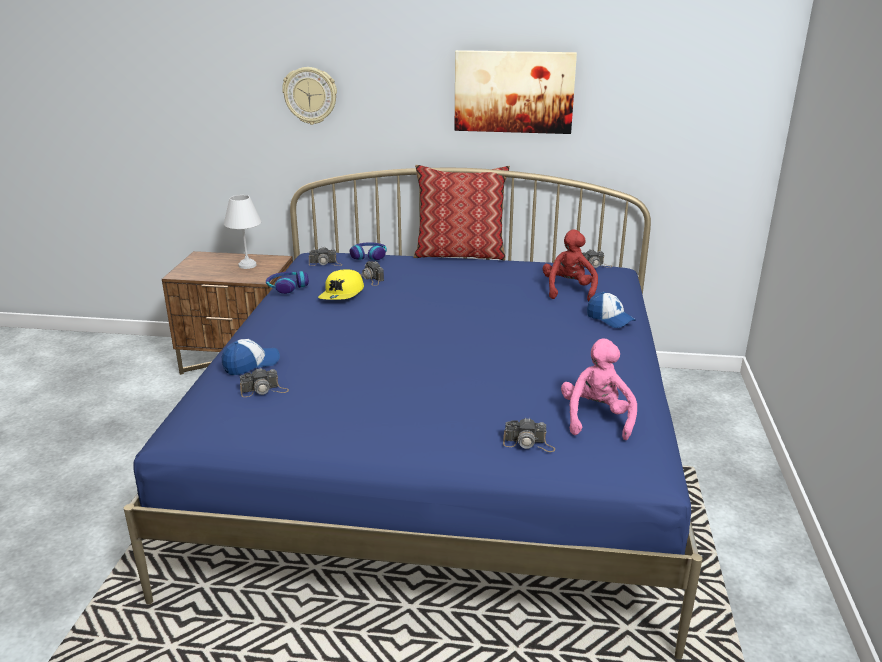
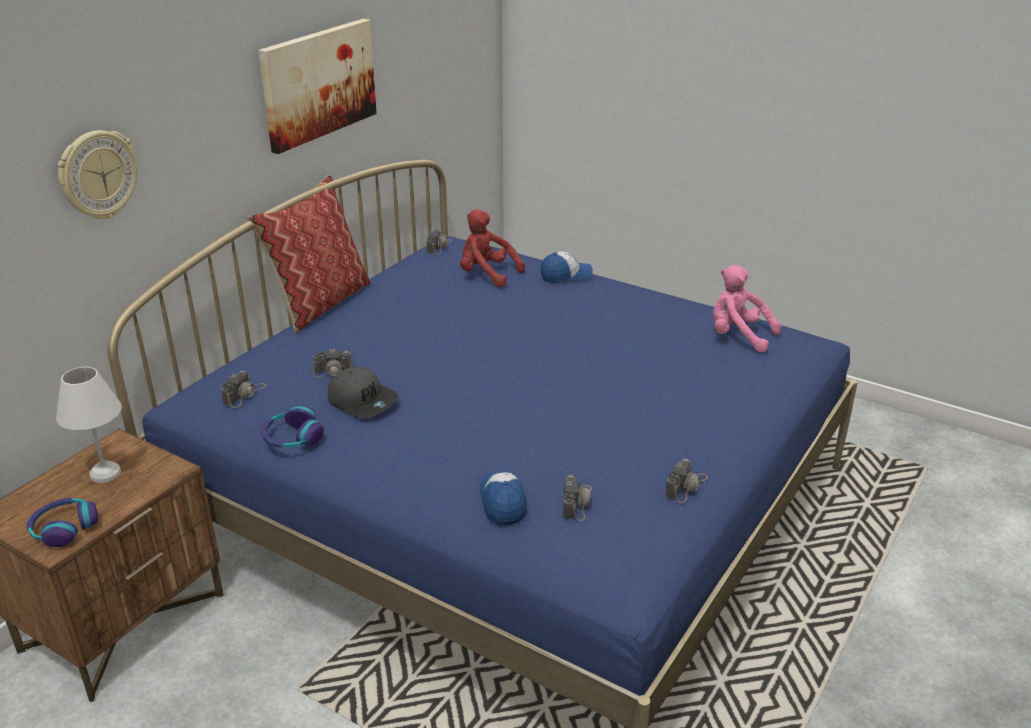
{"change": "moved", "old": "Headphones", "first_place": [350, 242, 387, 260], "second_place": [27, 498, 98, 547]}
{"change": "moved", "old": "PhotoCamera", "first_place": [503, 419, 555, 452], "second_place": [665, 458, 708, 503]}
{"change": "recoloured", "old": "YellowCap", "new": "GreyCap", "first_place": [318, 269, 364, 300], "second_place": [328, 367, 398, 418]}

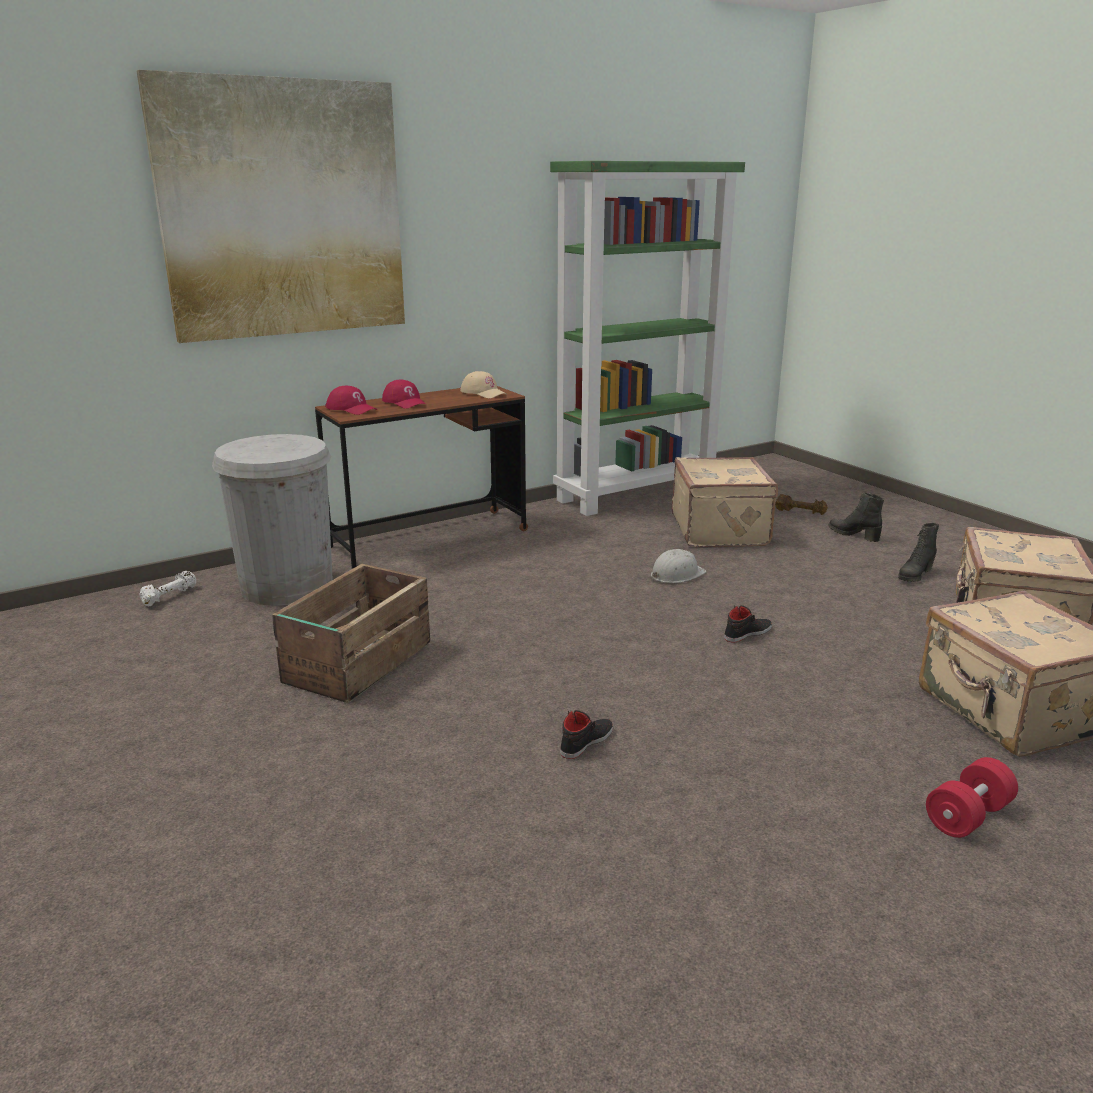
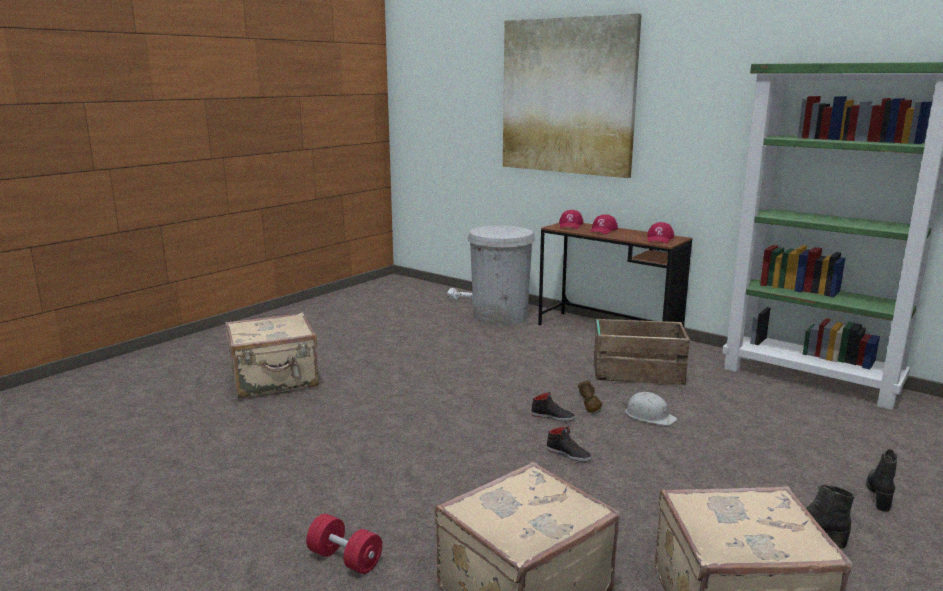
{"change": "moved", "old": "Crate", "first_place": [272, 564, 430, 703], "second_place": [594, 319, 690, 385]}
{"change": "moved", "old": "BlackShoe", "first_place": [560, 710, 614, 759], "second_place": [531, 392, 575, 421]}
{"change": "moved", "old": "BeigeSuitcase", "first_place": [672, 457, 778, 548], "second_place": [225, 312, 319, 399]}
{"change": "moved", "old": "BrownDumbbell", "first_place": [775, 494, 828, 515], "second_place": [578, 380, 602, 412]}
{"change": "recoloured", "old": "BeigeCap", "new": "RedCap", "first_place": [460, 371, 507, 398], "second_place": [647, 222, 674, 244]}

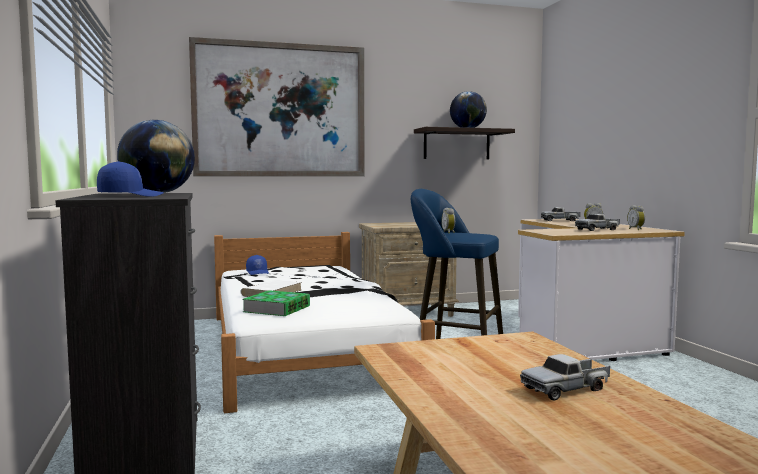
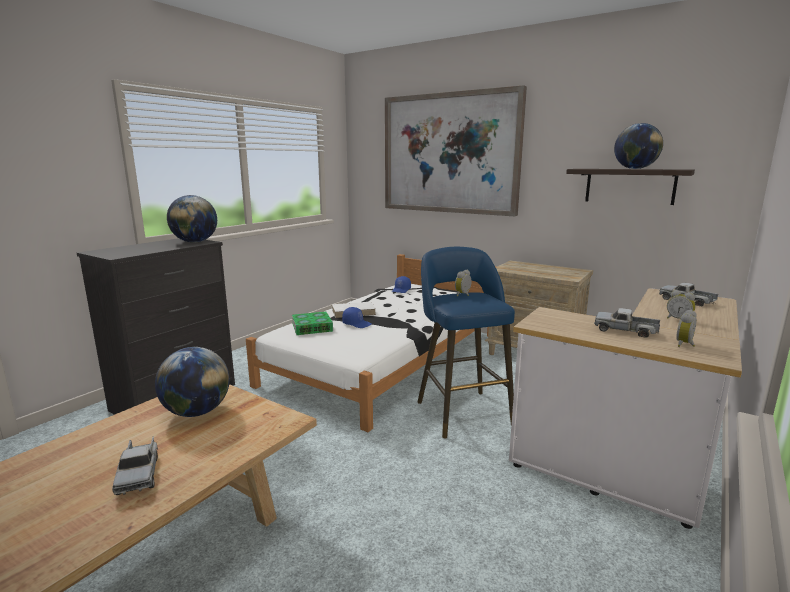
{"change": "added", "new": "Globe", "second_place": [155, 347, 230, 417]}
{"change": "moved", "old": "BlueCap", "first_place": [97, 161, 163, 197], "second_place": [342, 307, 372, 328]}
{"change": "turned", "old": "ToyTruck", "first_place": [520, 354, 610, 401], "second_place": [112, 436, 158, 495], "degrees": -135}

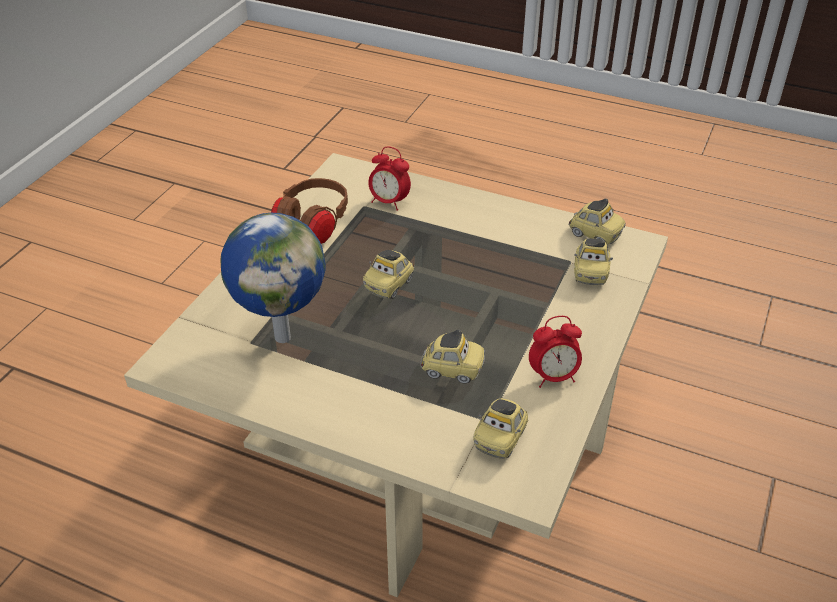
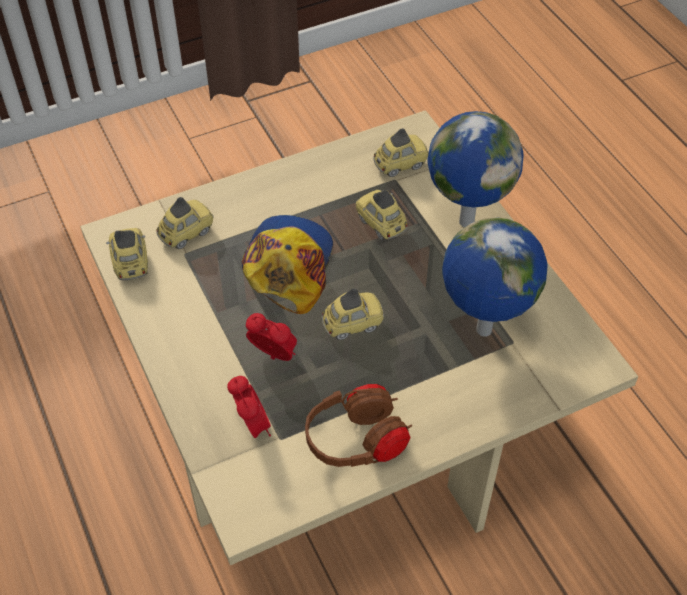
{"change": "added", "new": "Cap", "second_place": [241, 215, 333, 314]}
{"change": "added", "new": "Globe", "second_place": [428, 111, 524, 227]}
{"change": "moved", "old": "AlarmClock", "first_place": [529, 316, 582, 388], "second_place": [246, 313, 297, 361]}

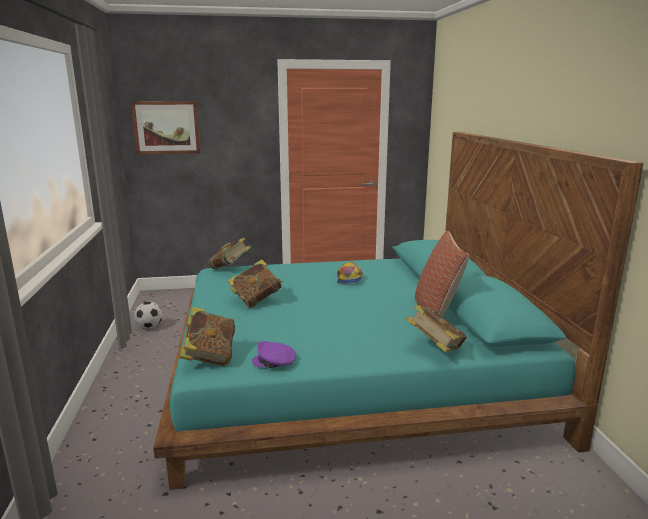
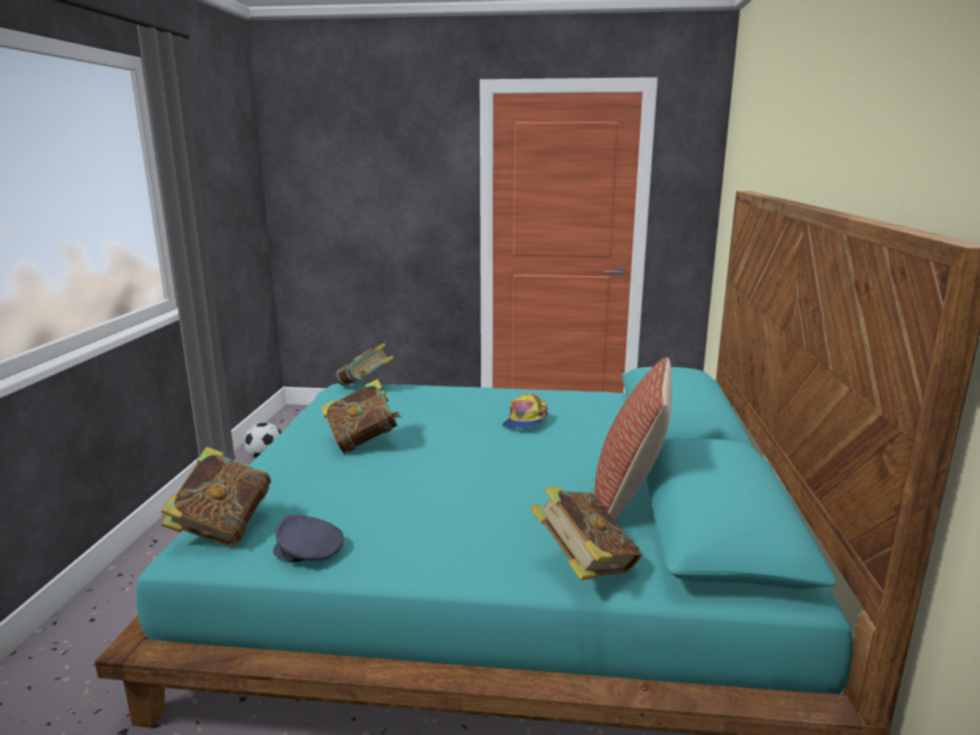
{"change": "removed", "old": "Picture", "first_place": [131, 101, 201, 155]}
{"change": "recoloured", "old": "PurpleCap", "new": "GreyCap", "first_place": [252, 341, 296, 368], "second_place": [273, 515, 344, 562]}

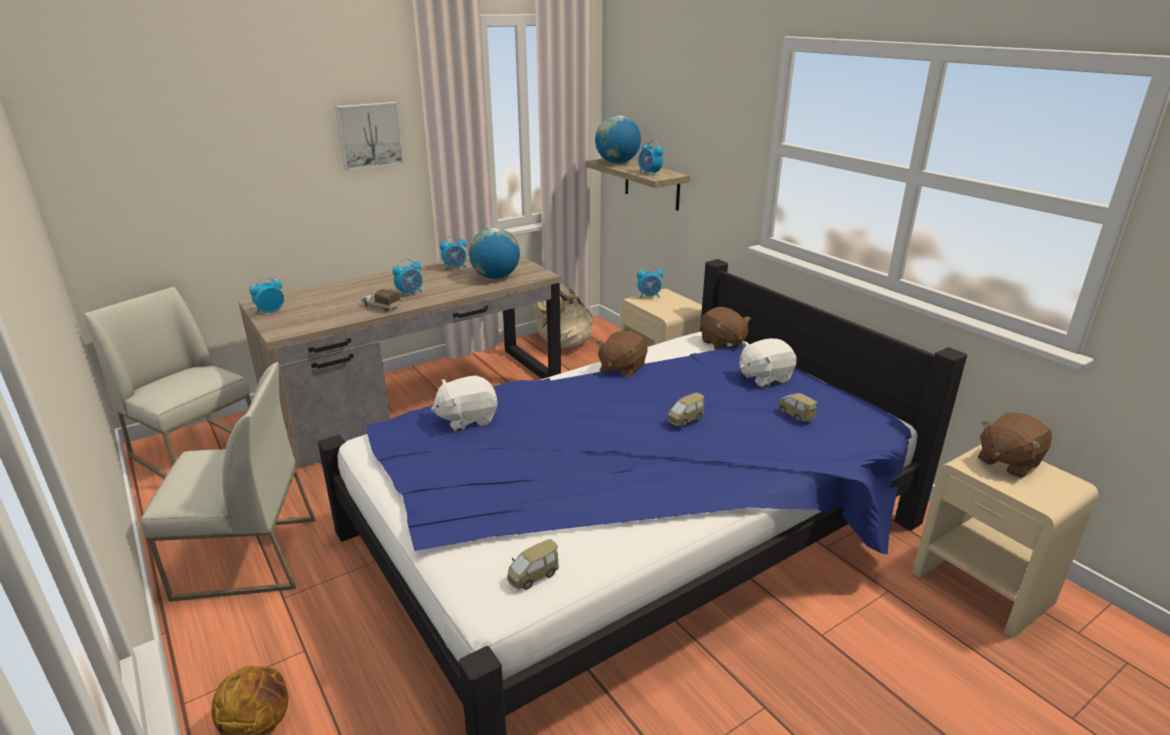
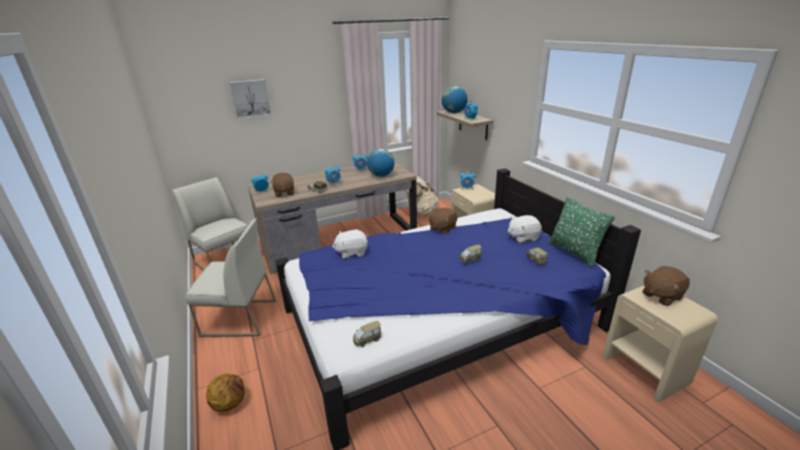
{"change": "added", "new": "GreenPillow", "second_place": [548, 197, 615, 267]}
{"change": "moved", "old": "Picture", "first_place": [335, 102, 404, 171], "second_place": [229, 79, 272, 119]}
{"change": "moved", "old": "BrownPlushToy", "first_place": [700, 307, 751, 350], "second_place": [271, 173, 294, 197]}

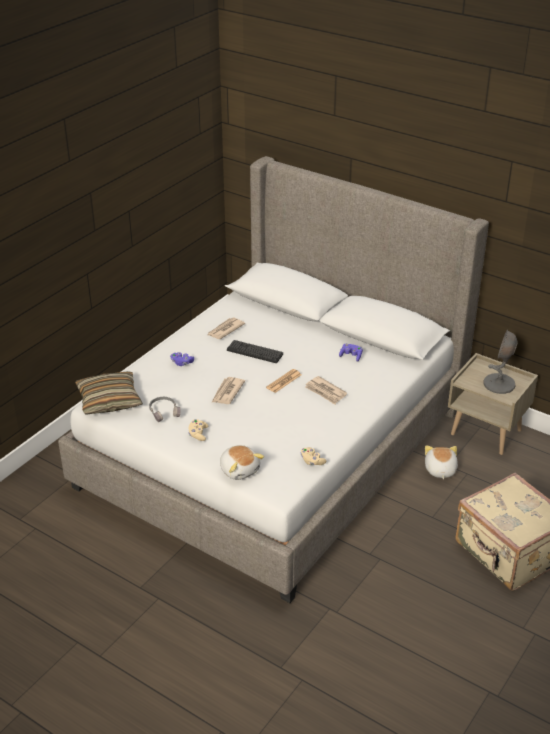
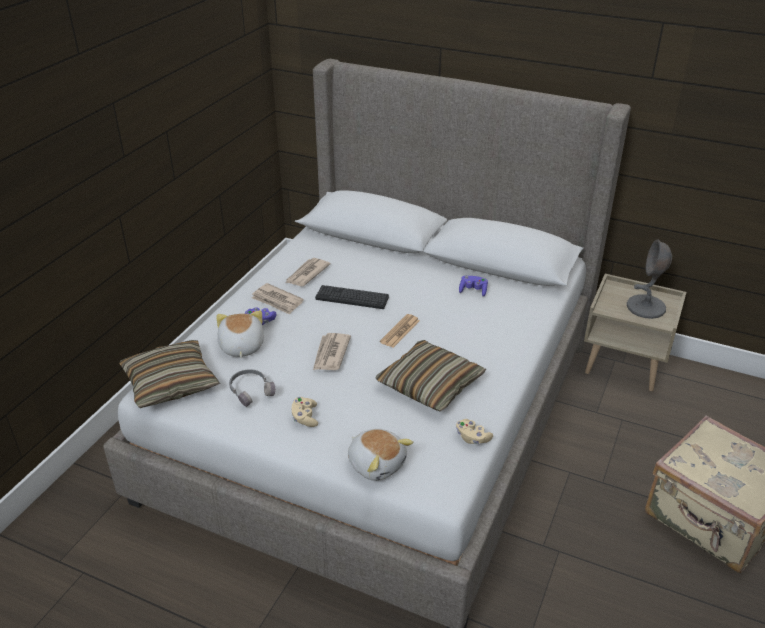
{"change": "added", "new": "Pillow", "second_place": [375, 340, 486, 412]}
{"change": "moved", "old": "Newspaper", "first_place": [305, 376, 347, 405], "second_place": [251, 283, 304, 315]}
{"change": "moved", "old": "PlushToy", "first_place": [425, 445, 458, 479], "second_place": [216, 310, 264, 358]}

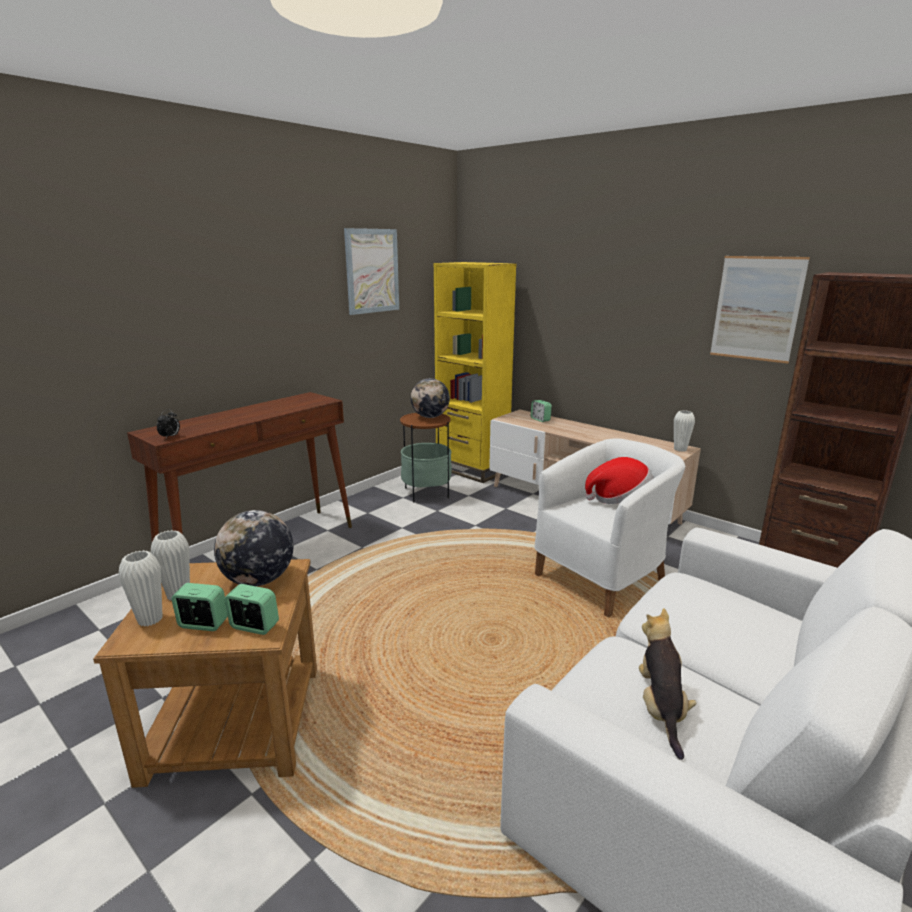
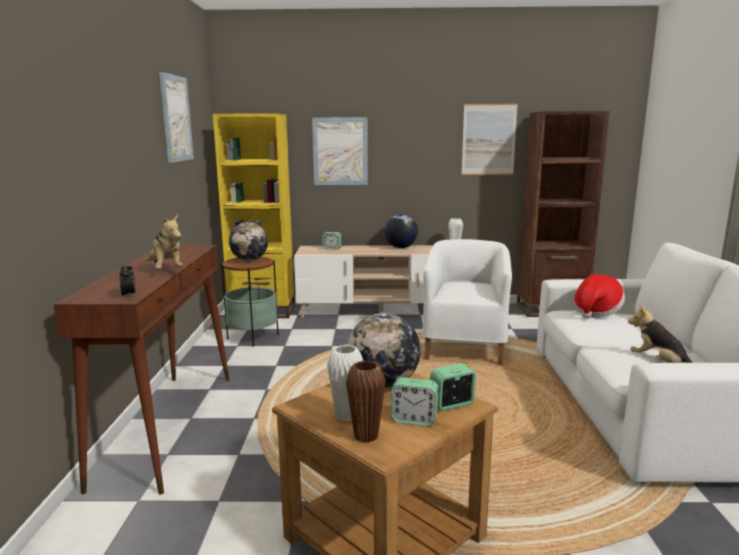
{"change": "added", "new": "PlushToy", "second_place": [144, 214, 183, 269]}
{"change": "added", "new": "Picture", "second_place": [312, 117, 368, 185]}
{"change": "added", "new": "Globe", "second_place": [385, 214, 418, 248]}
{"change": "moved", "old": "Hat", "first_place": [585, 457, 653, 504], "second_place": [574, 274, 625, 319]}
{"change": "recoloured", "old": "WhiteVase", "new": "BrownVase", "first_place": [118, 550, 162, 627], "second_place": [346, 361, 386, 443]}
{"change": "turned", "old": "AlarmClock", "first_place": [171, 583, 228, 631], "second_place": [391, 377, 438, 426], "degrees": -135}

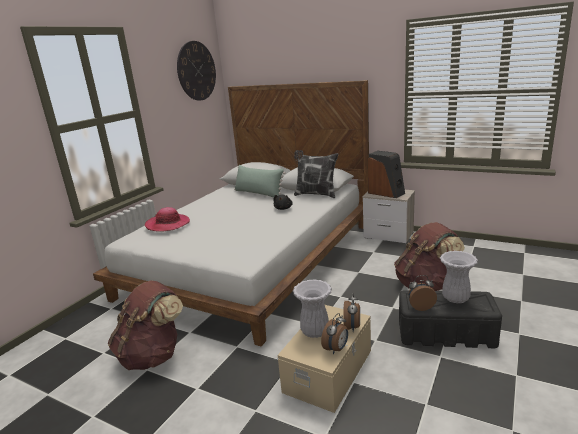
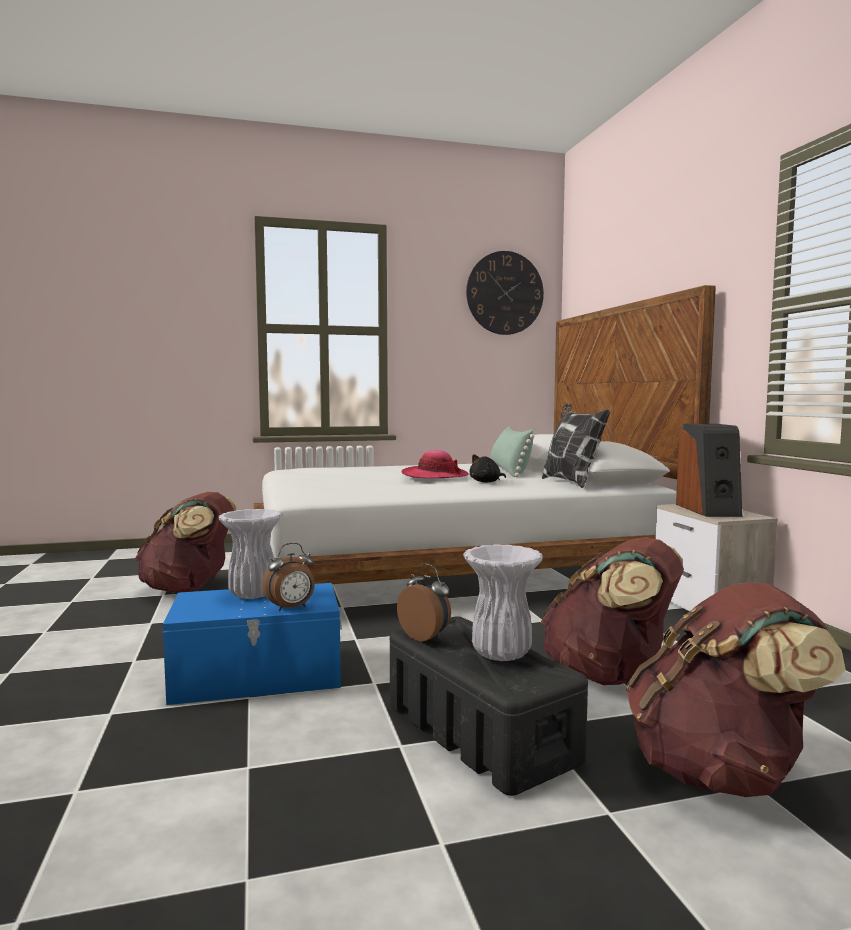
{"change": "removed", "old": "AlarmClock", "first_place": [321, 313, 348, 354]}
{"change": "added", "new": "BrownBackpack", "second_place": [626, 582, 846, 797]}
{"change": "moved", "old": "Hat", "first_place": [145, 207, 190, 232], "second_place": [402, 450, 469, 478]}
{"change": "recoloured", "old": "BeigeStorageBox", "new": "BlueStorageBox", "first_place": [278, 305, 371, 413], "second_place": [163, 583, 342, 705]}

